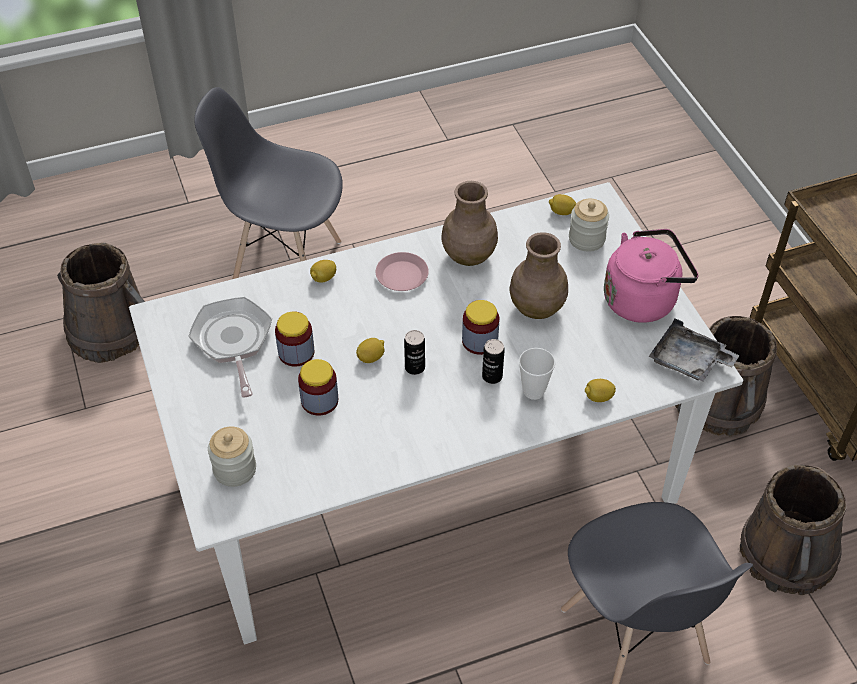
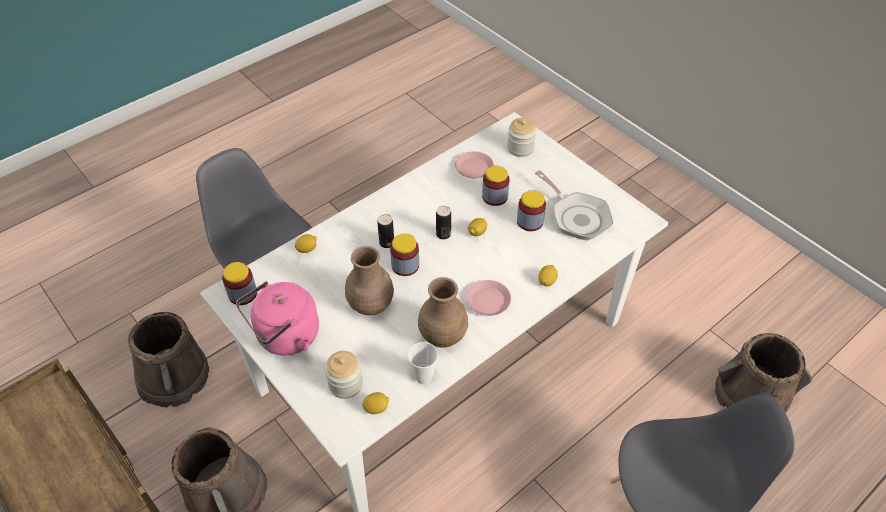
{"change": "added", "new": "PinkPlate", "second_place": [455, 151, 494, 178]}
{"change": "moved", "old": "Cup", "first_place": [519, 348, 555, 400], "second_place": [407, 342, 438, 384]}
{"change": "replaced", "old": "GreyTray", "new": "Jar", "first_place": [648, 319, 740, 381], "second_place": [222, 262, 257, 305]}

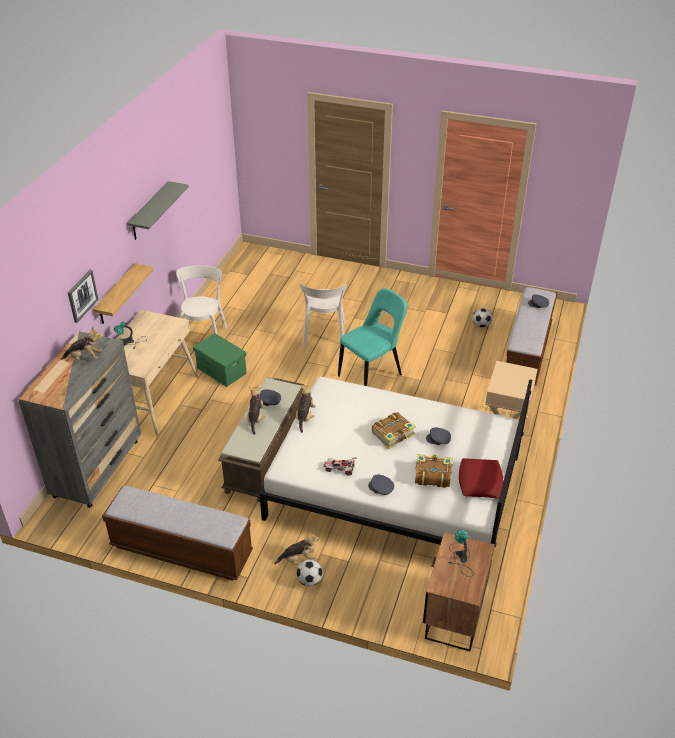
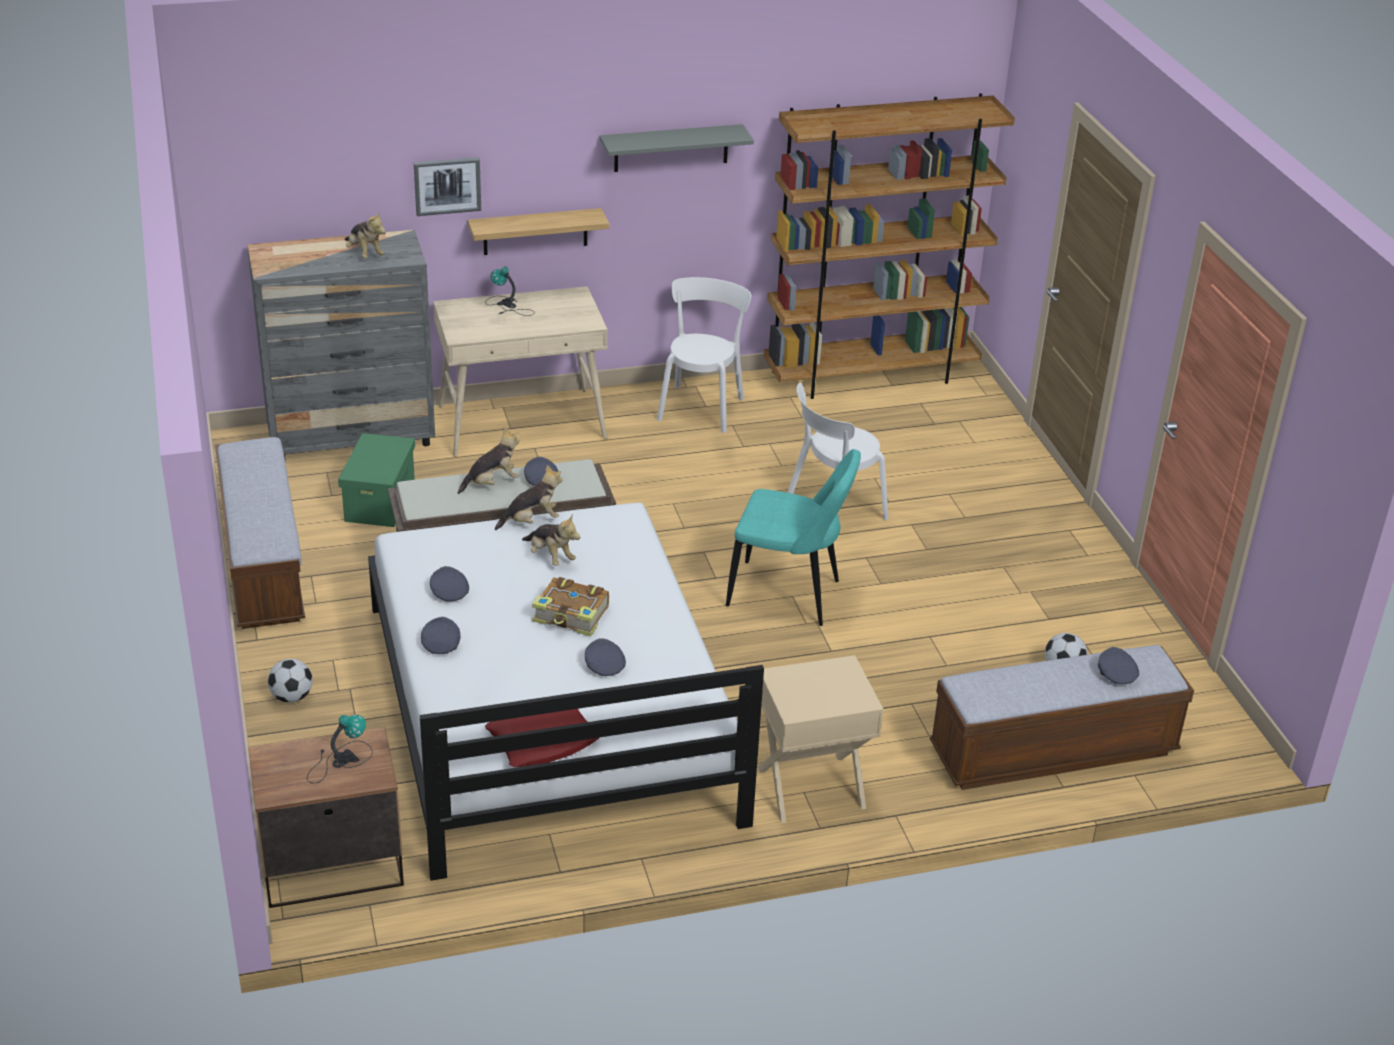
{"change": "removed", "old": "Book", "first_place": [415, 454, 453, 488]}
{"change": "added", "new": "BrownBookcase", "second_place": [764, 93, 1015, 399]}
{"change": "moved", "old": "GreenStorageBox", "first_place": [193, 333, 247, 387], "second_place": [338, 433, 415, 527]}
{"change": "moved", "old": "PlushToy", "first_place": [275, 531, 319, 565], "second_place": [522, 514, 580, 566]}
{"change": "replaced", "old": "ToyCar", "new": "GreyCap", "first_place": [323, 458, 356, 476], "second_place": [430, 566, 469, 602]}
{"change": "turned", "old": "WhiteChair", "first_place": [176, 265, 227, 349], "second_place": [657, 277, 751, 433], "degrees": -45}

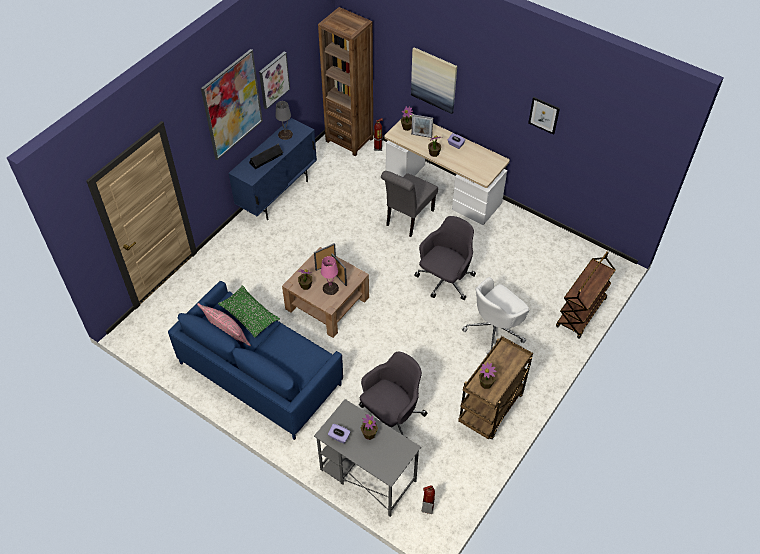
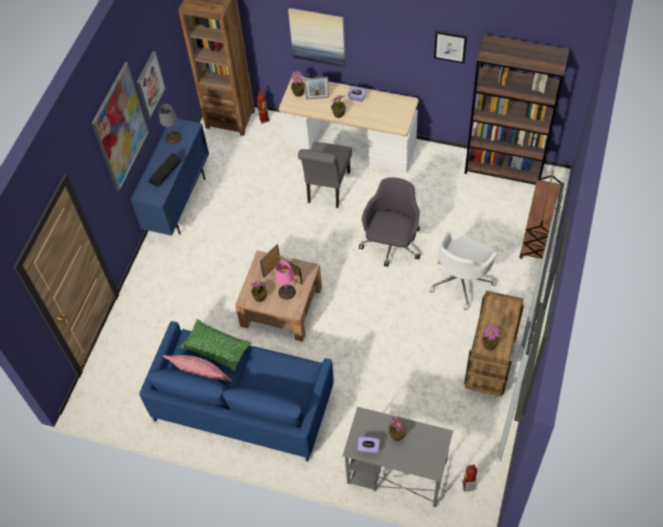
{"change": "removed", "old": "GreyOfficeChair", "first_place": [359, 351, 427, 436]}
{"change": "added", "new": "BrownBookcase", "second_place": [465, 34, 570, 185]}

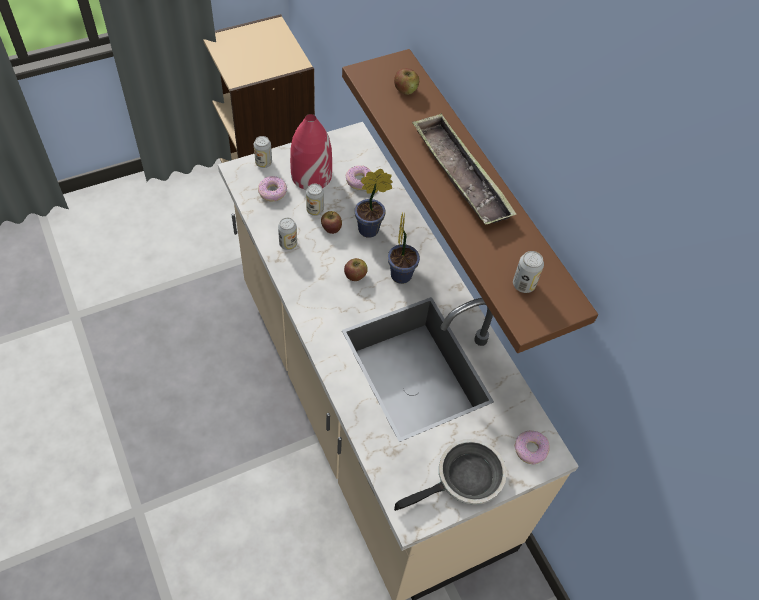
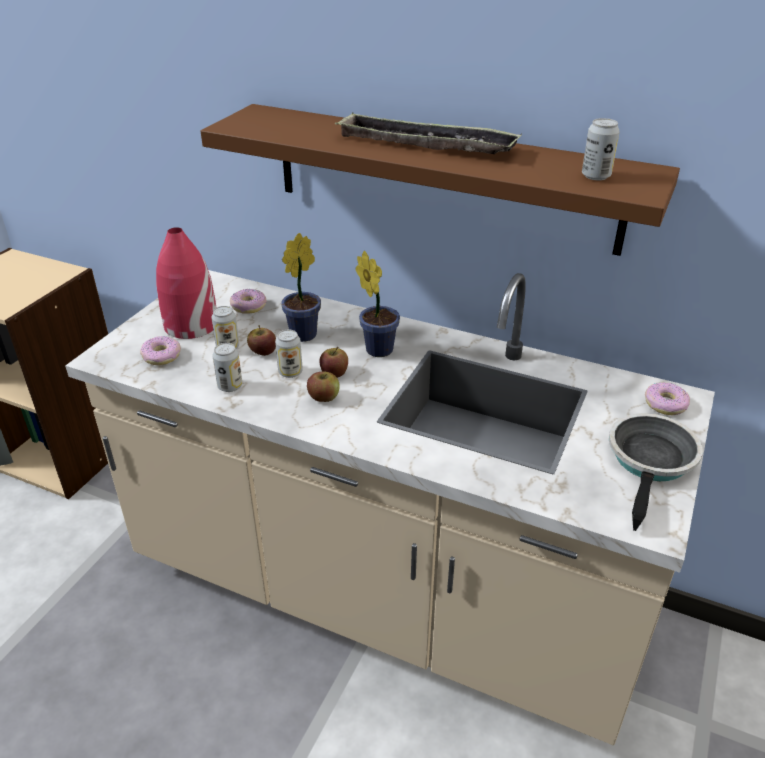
{"change": "moved", "old": "Can", "first_place": [254, 136, 272, 168], "second_place": [275, 329, 303, 378]}
{"change": "moved", "old": "Apple", "first_place": [394, 68, 419, 95], "second_place": [307, 371, 340, 402]}

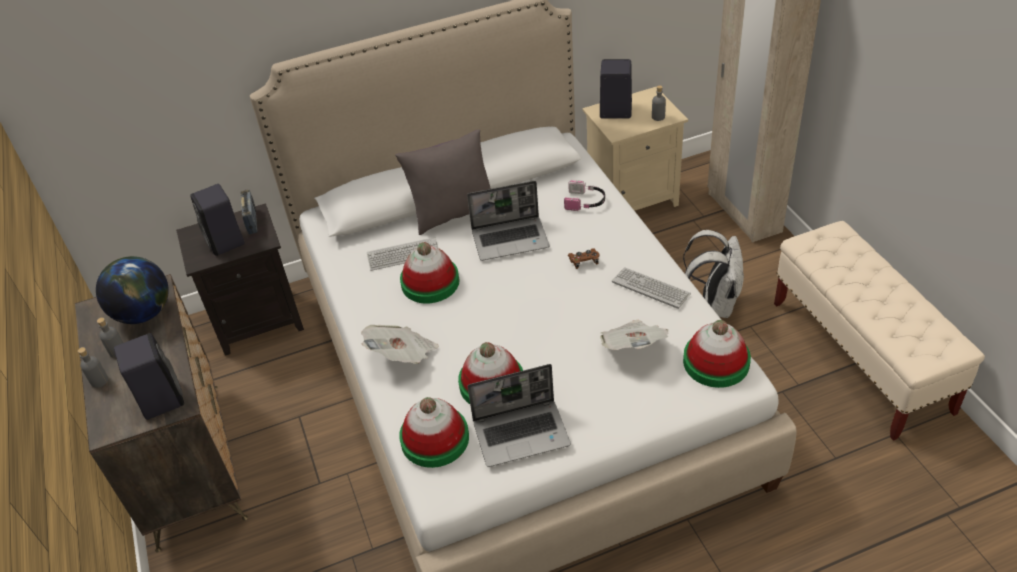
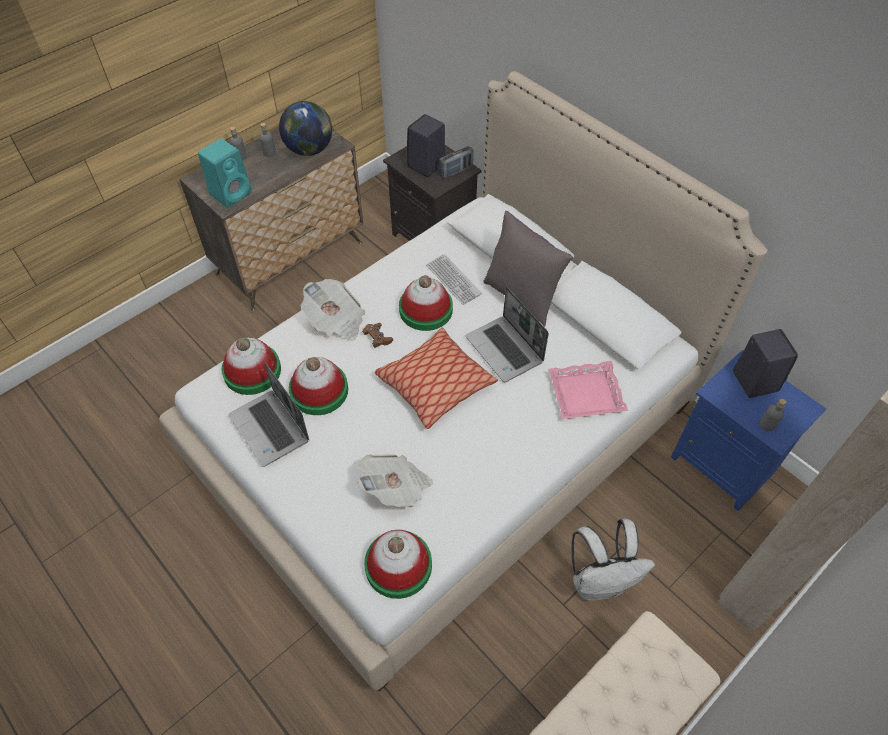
{"change": "removed", "old": "Keyboard", "first_place": [612, 267, 691, 309]}
{"change": "added", "new": "Pillow", "second_place": [375, 327, 498, 429]}
{"change": "moved", "old": "BrownGameController", "first_place": [568, 248, 599, 269], "second_place": [362, 323, 393, 348]}
{"change": "replaced", "old": "Headphones", "new": "PinkTray", "first_place": [564, 180, 605, 211], "second_place": [548, 361, 628, 419]}
{"change": "recoloured", "old": "BlackSpeaker", "new": "TurquoiseSpeaker", "first_place": [114, 333, 184, 420], "second_place": [198, 139, 252, 207]}
{"change": "recoloured", "old": "BeigeNightstand", "new": "BlueNightstand", "first_place": [582, 87, 688, 211], "second_place": [671, 350, 826, 511]}

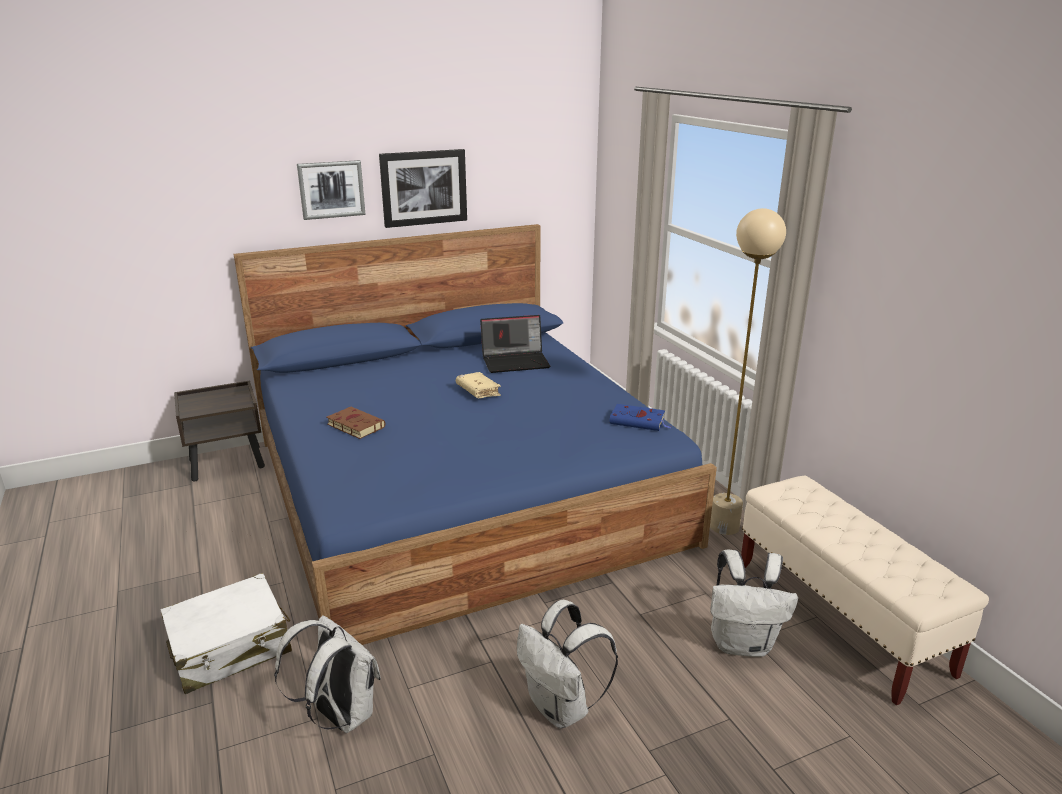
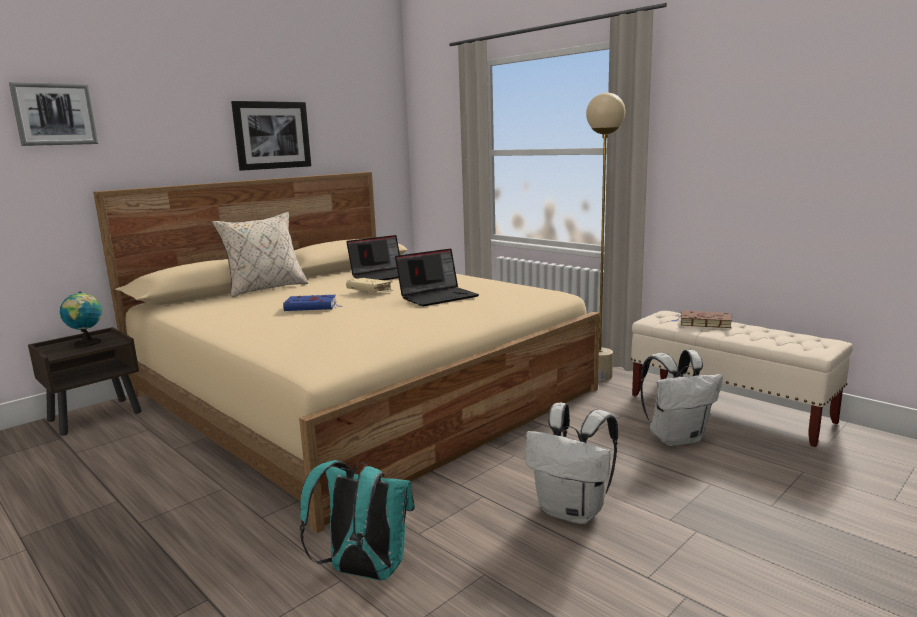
{"change": "removed", "old": "WhiteSuitcase", "first_place": [160, 573, 292, 694]}
{"change": "added", "new": "Globe", "second_place": [60, 292, 102, 347]}
{"change": "added", "new": "BeigePillow", "second_place": [212, 212, 308, 297]}
{"change": "added", "new": "Laptop", "second_place": [395, 249, 479, 306]}
{"change": "moved", "old": "Picture", "first_place": [297, 160, 366, 220], "second_place": [9, 82, 98, 146]}
{"change": "moved", "old": "BrownBook", "first_place": [326, 407, 385, 439], "second_place": [672, 310, 732, 328]}
{"change": "moved", "old": "BlueBook", "first_place": [609, 404, 670, 431], "second_place": [283, 295, 343, 311]}
{"change": "recoloured", "old": "BlueBed", "new": "BeigeBed", "first_place": [233, 224, 717, 645], "second_place": [93, 172, 600, 533]}
{"change": "recoloured", "old": "WhiteBackpack", "new": "TurquoiseBackpack", "first_place": [274, 615, 381, 733], "second_place": [300, 460, 415, 580]}

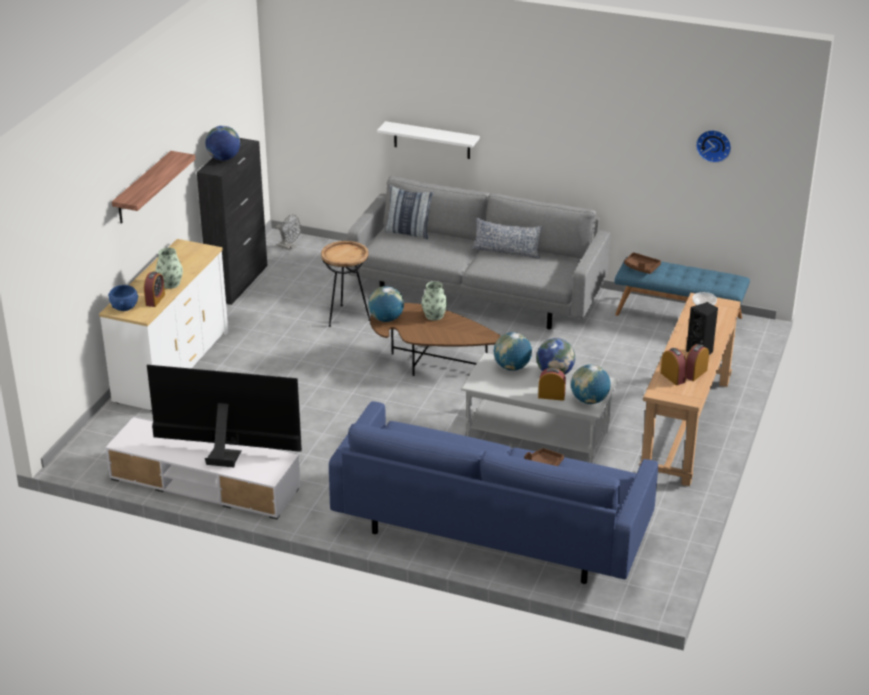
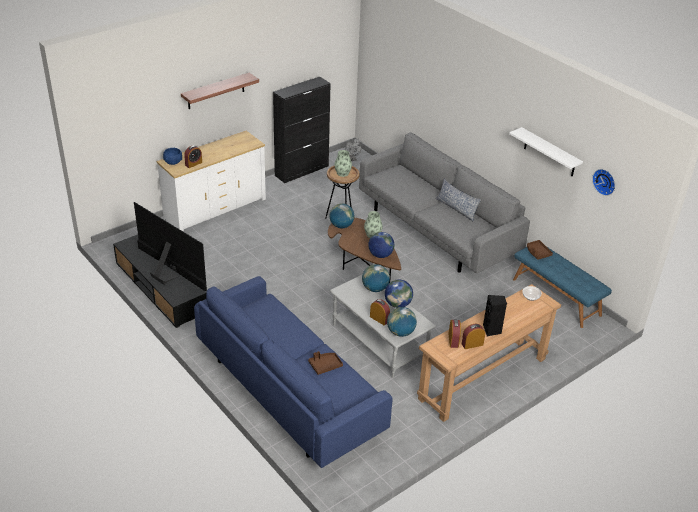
{"change": "removed", "old": "Pillow", "first_place": [385, 185, 433, 239]}
{"change": "moved", "old": "Vase", "first_place": [155, 247, 183, 289], "second_place": [334, 150, 352, 177]}
{"change": "moved", "old": "Globe", "first_place": [205, 126, 240, 161], "second_place": [368, 232, 394, 258]}
{"change": "moved", "old": "WhiteShelf", "first_place": [377, 121, 480, 159], "second_place": [509, 127, 583, 177]}
{"change": "recoloured", "old": "WhiteTvStand", "new": "BlackTvStand", "first_place": [105, 417, 301, 520], "second_place": [113, 234, 207, 328]}

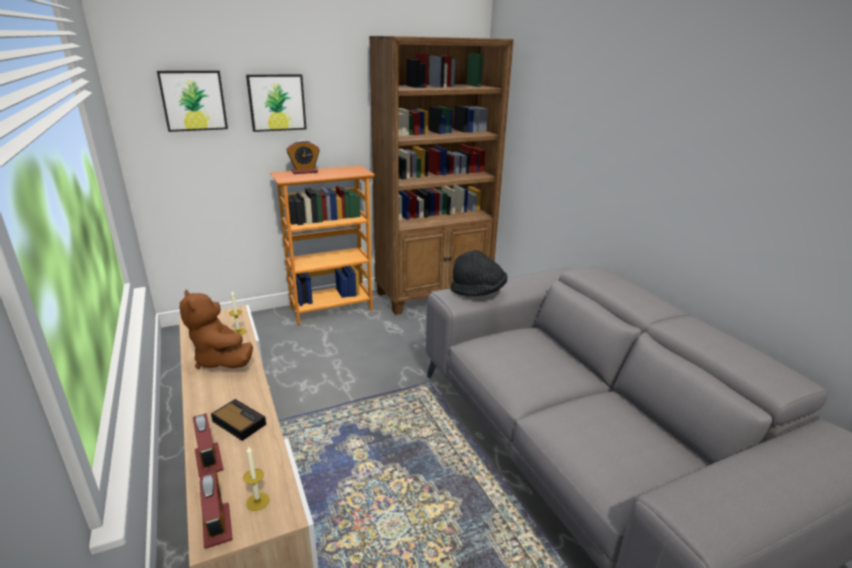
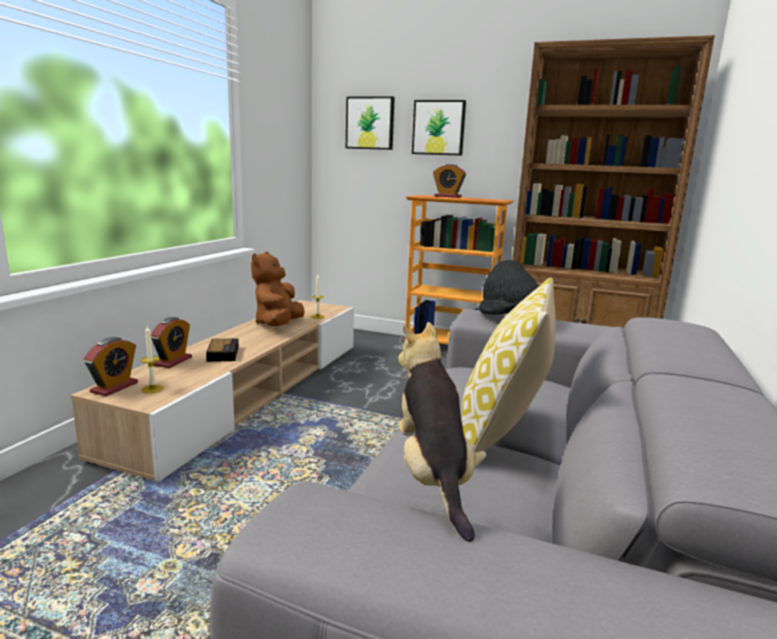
{"change": "added", "new": "PlushToy", "second_place": [398, 322, 486, 542]}
{"change": "added", "new": "Pillow", "second_place": [462, 278, 556, 452]}

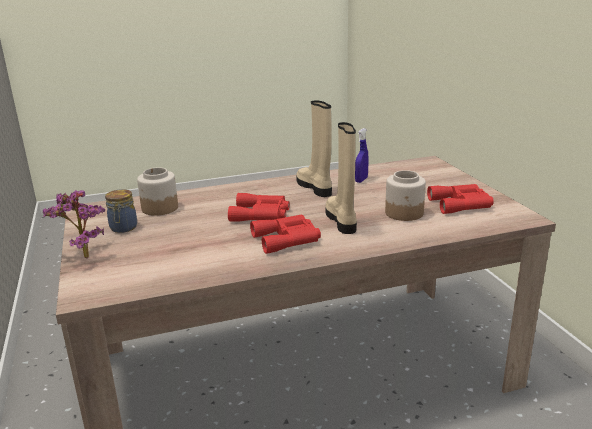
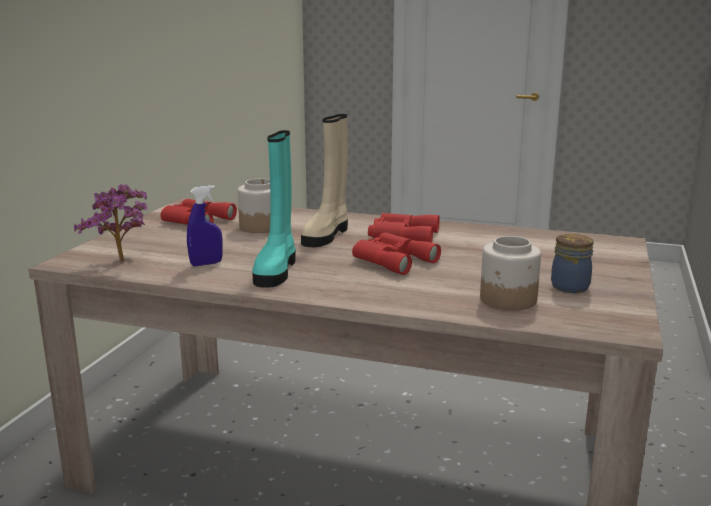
{"change": "moved", "old": "PottedPlant", "first_place": [43, 190, 106, 258], "second_place": [74, 184, 147, 262]}
{"change": "recoloured", "old": "BeigeBoot", "new": "TurquoiseBoot", "first_place": [296, 100, 332, 197], "second_place": [252, 130, 296, 288]}

